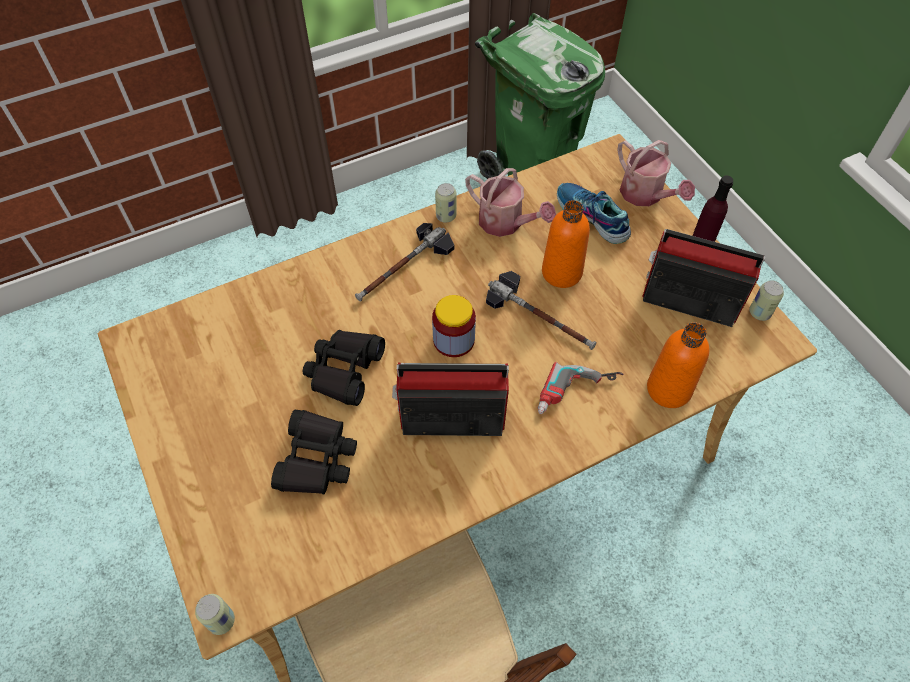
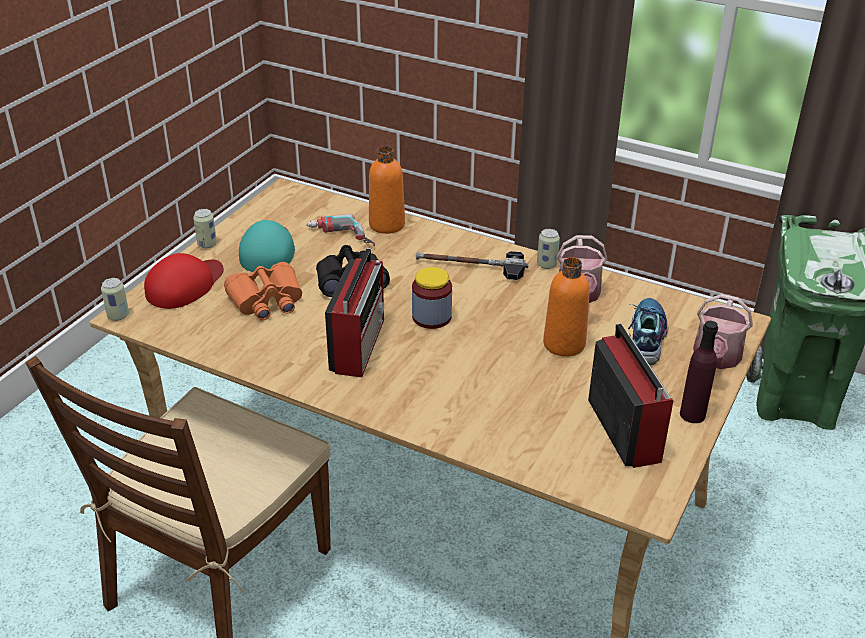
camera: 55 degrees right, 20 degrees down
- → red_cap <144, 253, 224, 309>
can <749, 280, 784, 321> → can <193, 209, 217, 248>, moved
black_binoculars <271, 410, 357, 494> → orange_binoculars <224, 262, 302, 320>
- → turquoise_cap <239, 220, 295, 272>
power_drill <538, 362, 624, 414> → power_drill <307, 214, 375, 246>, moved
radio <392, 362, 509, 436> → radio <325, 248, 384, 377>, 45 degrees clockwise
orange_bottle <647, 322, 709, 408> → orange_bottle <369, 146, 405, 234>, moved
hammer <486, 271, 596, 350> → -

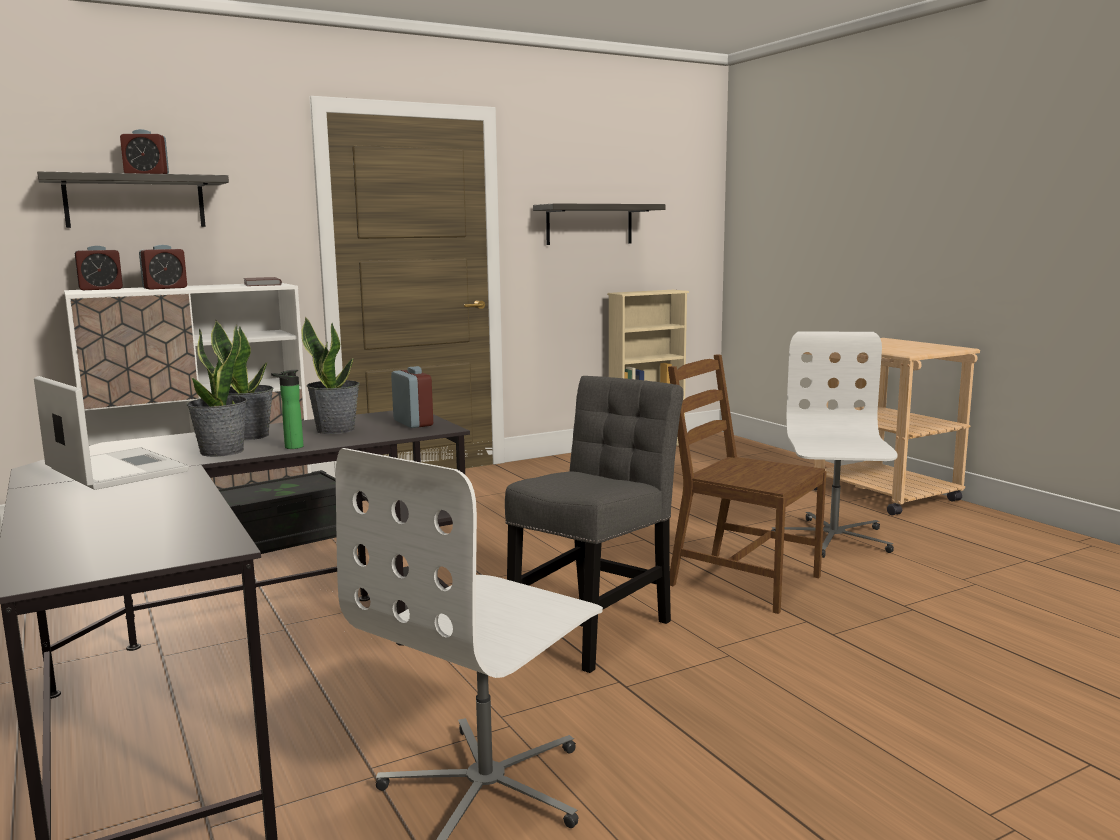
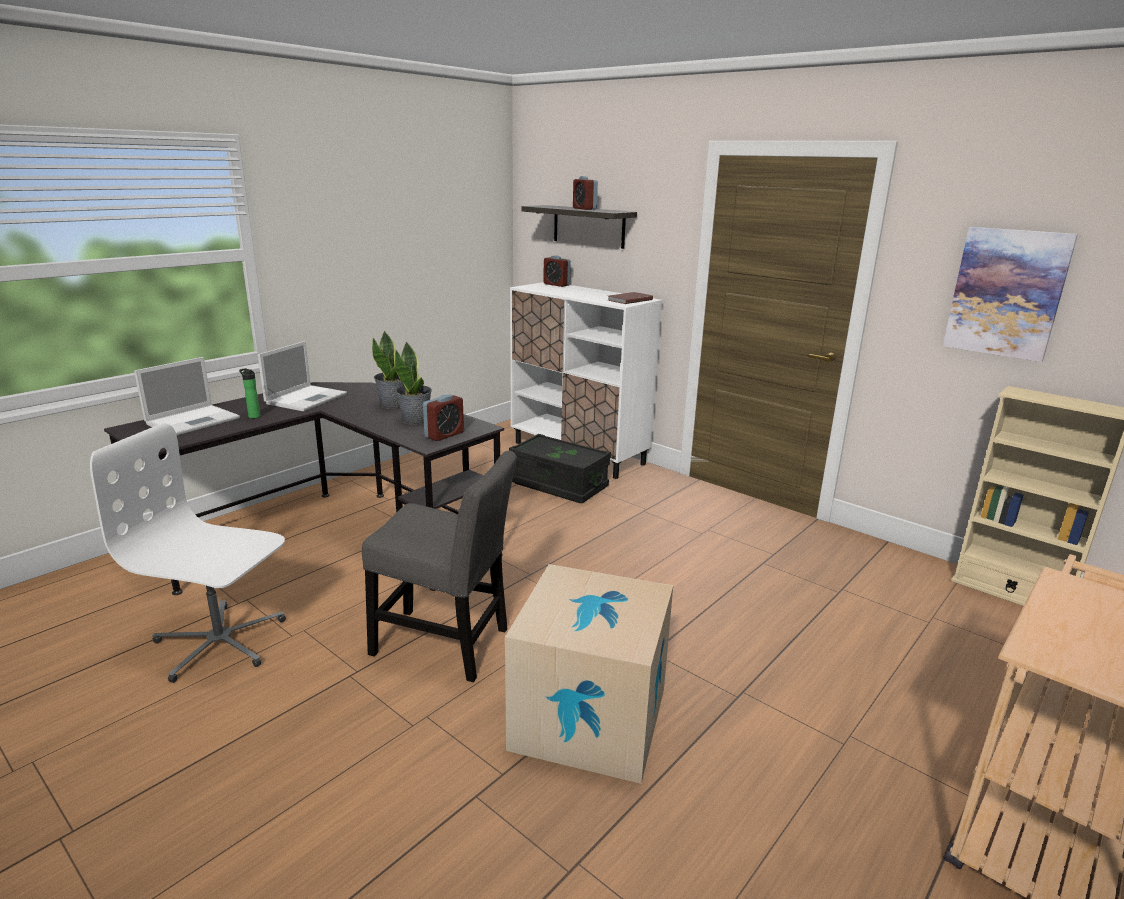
camera: 70 degrees right, 10 degrees up
- → laptop <134, 357, 240, 435>
bottle <271, 370, 303, 449> → bottle <239, 368, 261, 419>, moved
brown_chair <668, 354, 826, 614> → cardboard_box <505, 564, 673, 784>
shelf <533, 203, 665, 245> → picture <943, 227, 1078, 362>
alarm_clock <139, 245, 187, 290> → -
potted_plant <186, 325, 247, 457> → -
white_office_chair <771, 331, 898, 558> → -

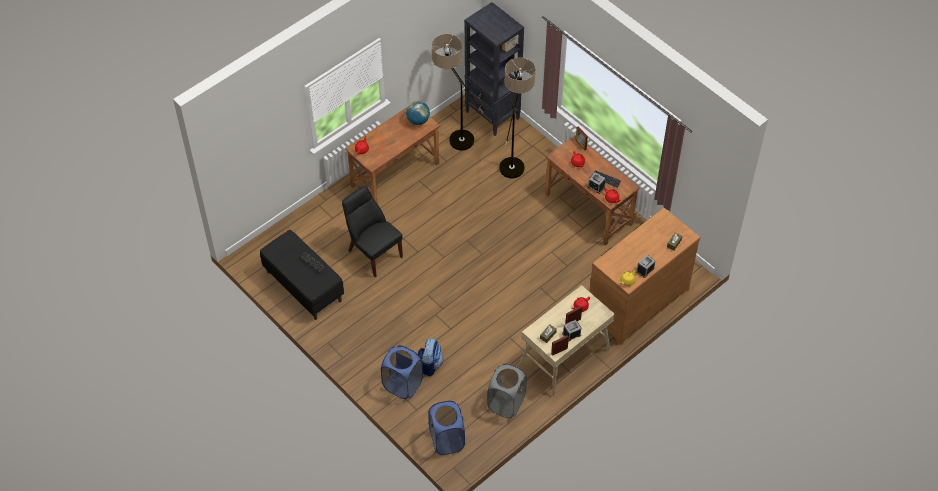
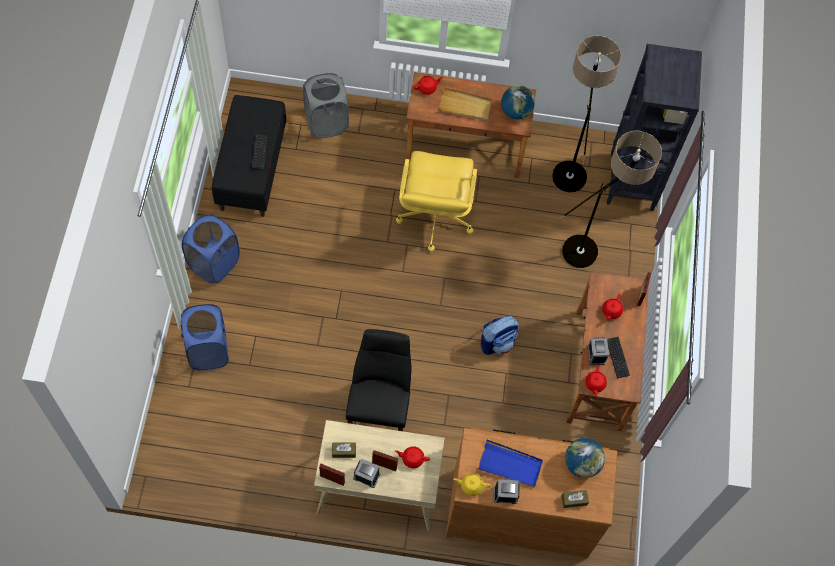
camera: 45 degrees right, 10 degrees up
blue_laundry_basket <428, 401, 465, 455> → blue_laundry_basket <182, 214, 240, 284>, moved
grey_laundry_basket <487, 363, 527, 419> → grey_laundry_basket <303, 73, 349, 139>, moved
black_chair <342, 186, 403, 277> → black_chair <346, 329, 411, 431>, moved
- → yellow_office_chair <396, 151, 477, 252>
- → beige_tray <438, 87, 492, 121>
- → blue_tray <478, 439, 543, 487>
backpack <418, 338, 443, 376> → backpack <480, 315, 519, 355>, moved
- → globe <565, 438, 605, 478>

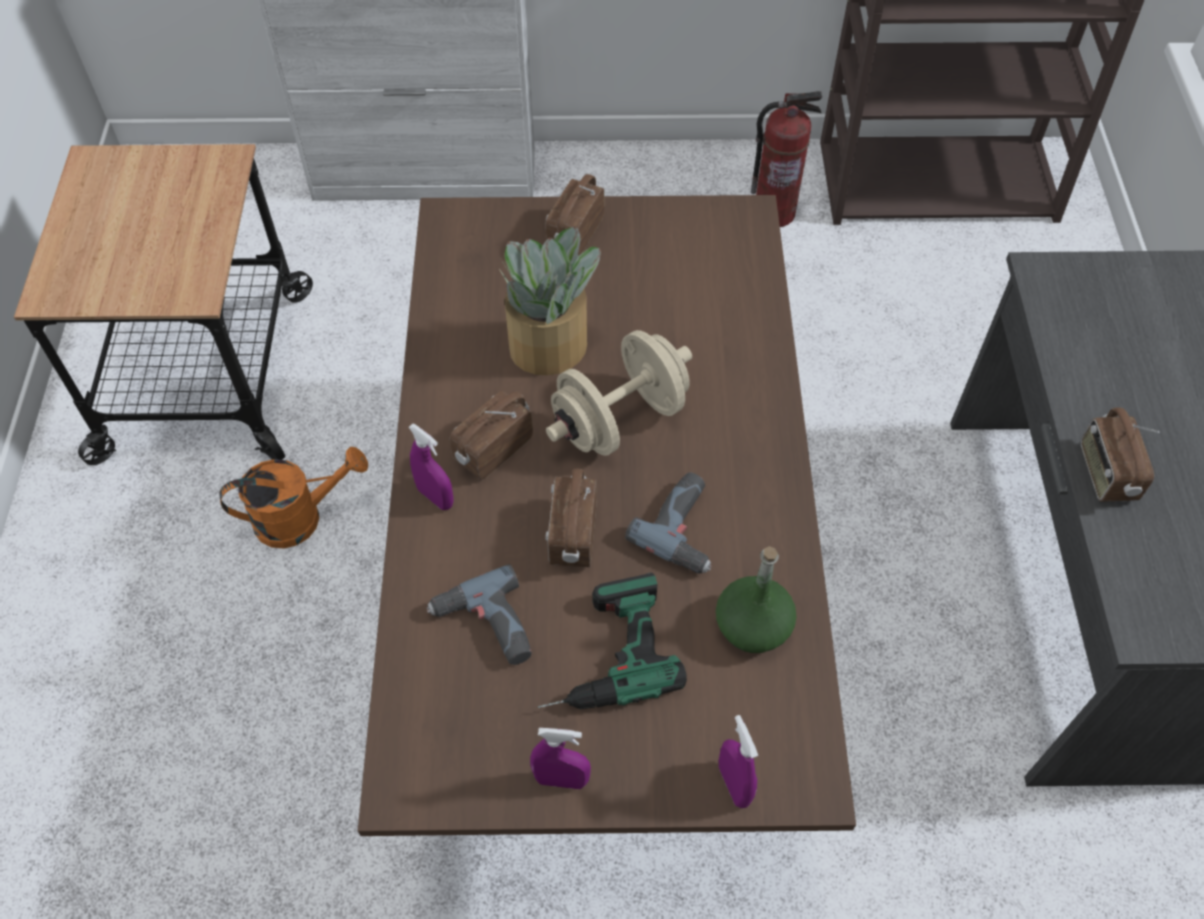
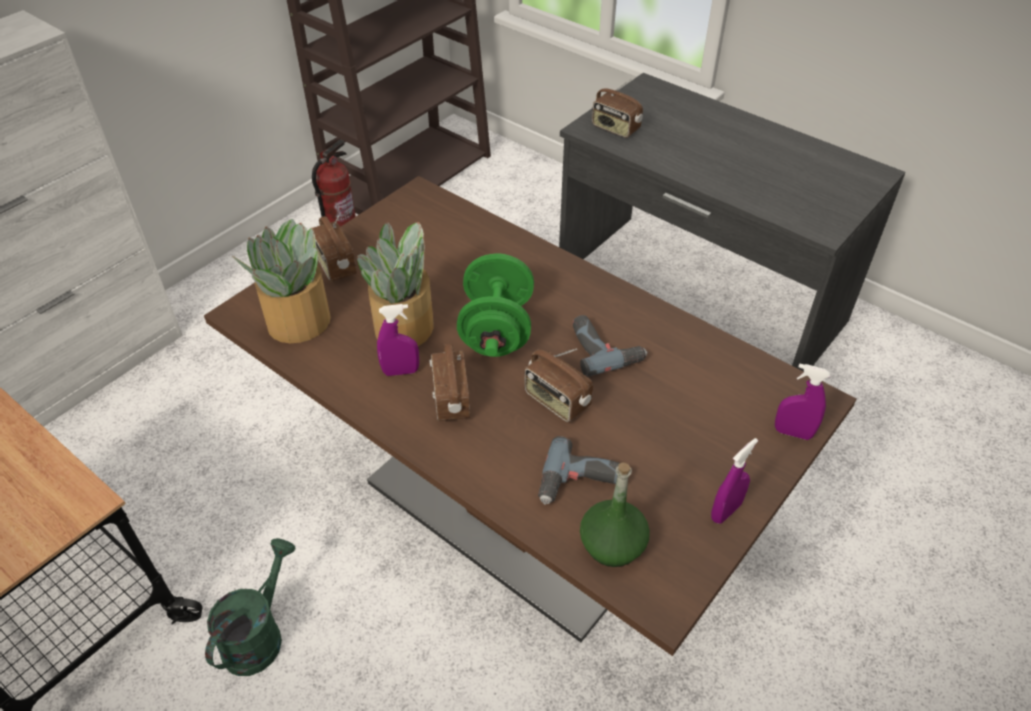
camera: 50 degrees left, 10 degrees down
orange_watering_can <219, 447, 368, 548> → green_watering_can <205, 538, 296, 676>
- → potted_plant <232, 219, 331, 343>
purple_spray_bottle <409, 424, 454, 510> → purple_spray_bottle <377, 304, 419, 376>, moved
beige_dumbbell <546, 330, 692, 456> → green_dumbbell <457, 253, 534, 357>
green_bottle <716, 546, 797, 653> → green_bottle <580, 462, 650, 567>, moved
radio <1081, 407, 1159, 502> → radio <592, 78, 643, 138>, moved
power_drill <538, 572, 687, 709> → -

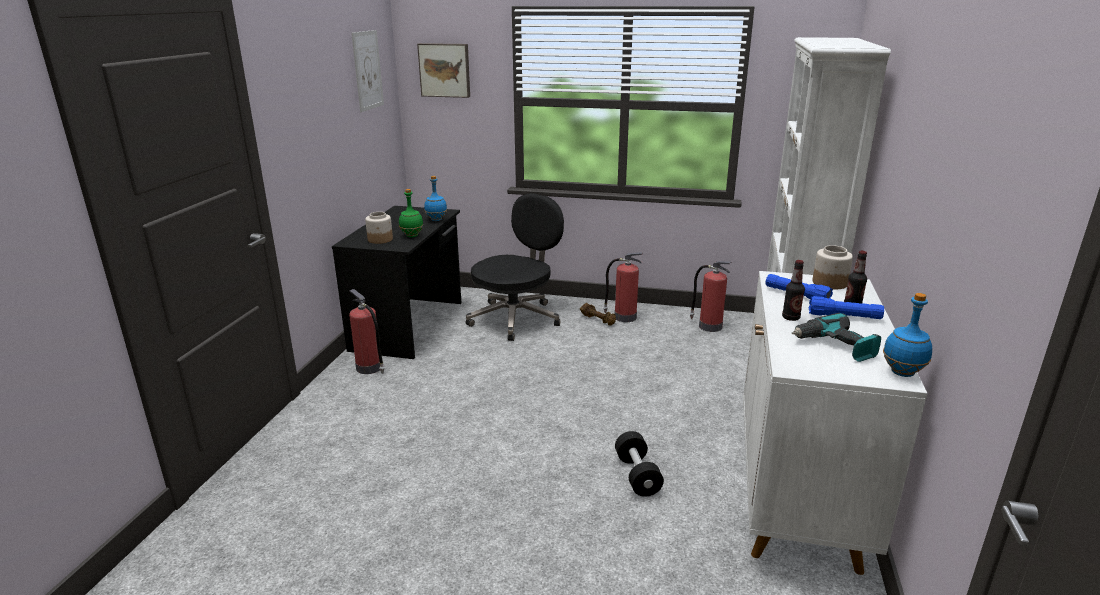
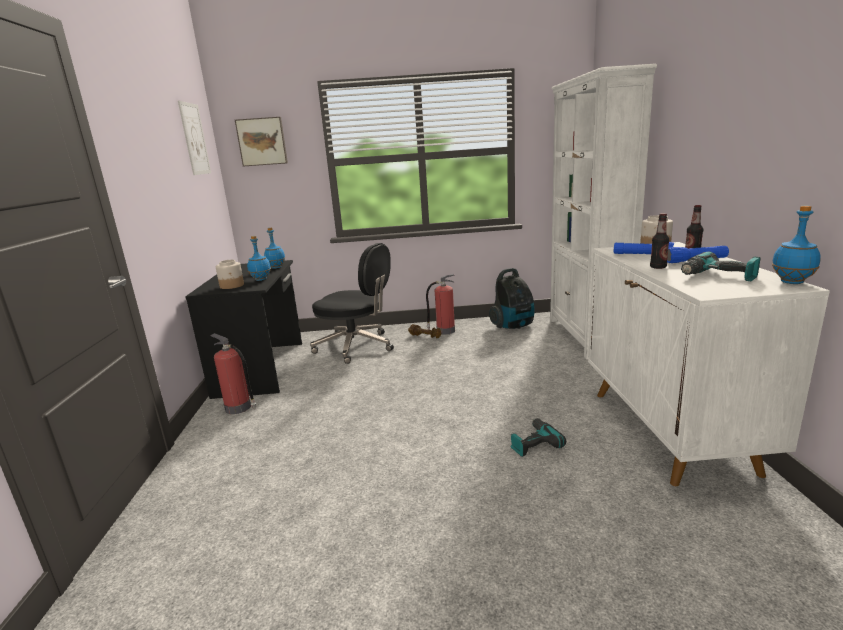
camera: 15 degrees left, 5 degrees down
green_bottle <399, 189, 423, 237> → blue_bottle <247, 236, 271, 281>
black_office_chair <466, 193, 564, 341> → black_office_chair <310, 243, 394, 364>, 90 degrees clockwise
fire_extinguisher <690, 261, 732, 332> → vacuum_cleaner <489, 268, 535, 329>
black_dumbbell <615, 431, 664, 497> → power_drill <511, 418, 566, 457>

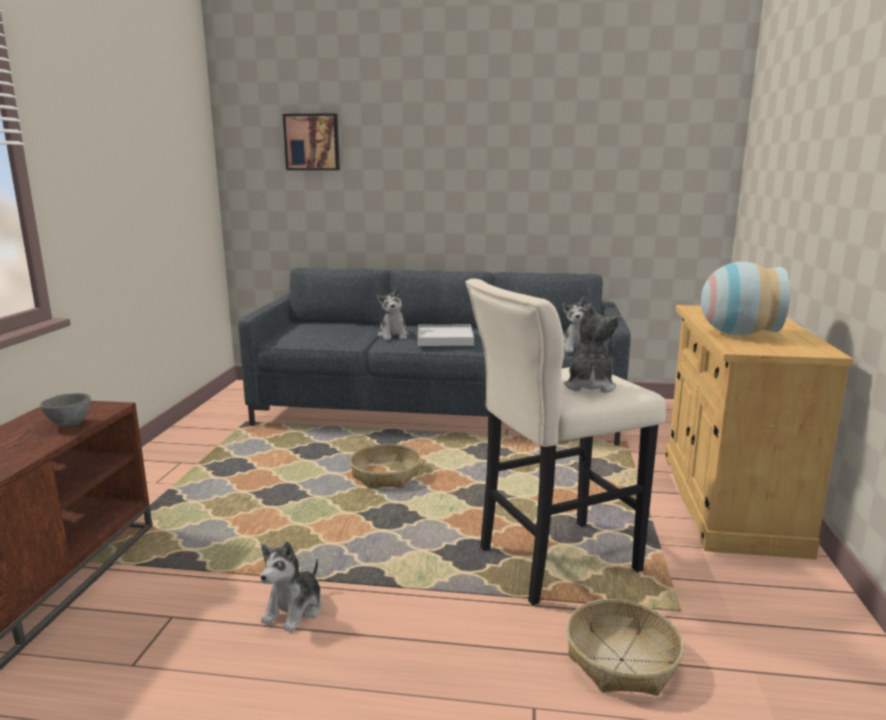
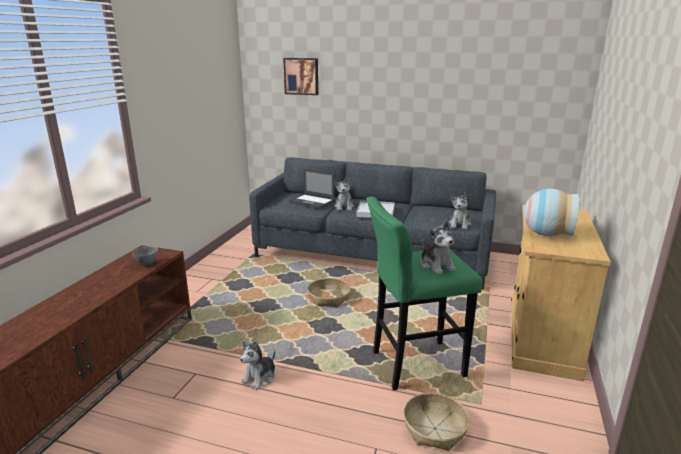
camera: 10 degrees right, 5 degrees up
- → laptop <289, 168, 335, 209>
beige_stool <465, 279, 666, 605> → green_stool <366, 197, 482, 390>
plush_toy <564, 303, 621, 393> → plush_toy <420, 221, 456, 275>, 135 degrees clockwise

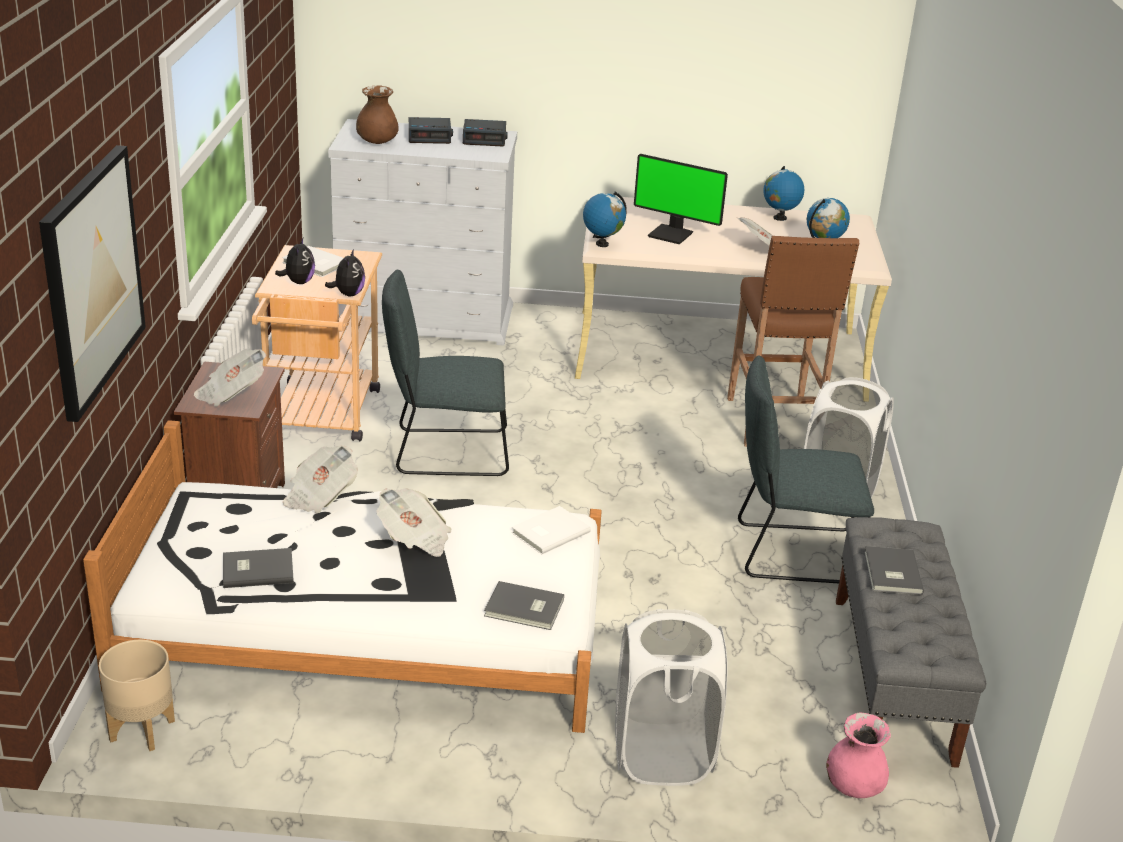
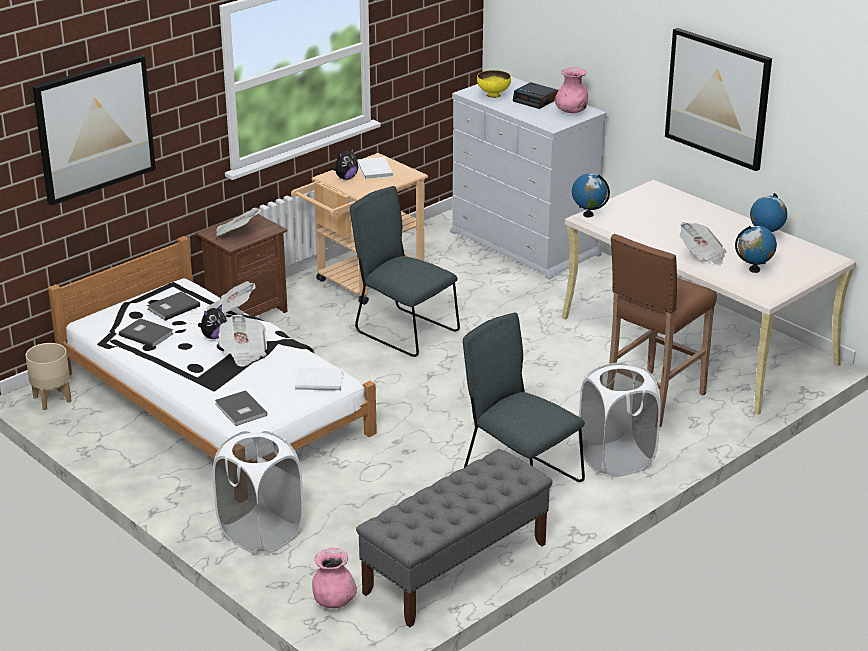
camera: 45 degrees right, 0 degrees up
grey_book <864, 546, 924, 595> → grey_book <147, 291, 200, 321>, moved
plush_toy <325, 249, 365, 296> → plush_toy <198, 304, 227, 339>, moved
brown_vase <356, 86, 399, 144> → yellow_bowl <477, 70, 511, 98>
alarm_clock <463, 119, 508, 146> → pink_vase <554, 67, 588, 114>
- → picture <665, 28, 772, 171>
monitor <634, 154, 728, 245> → -

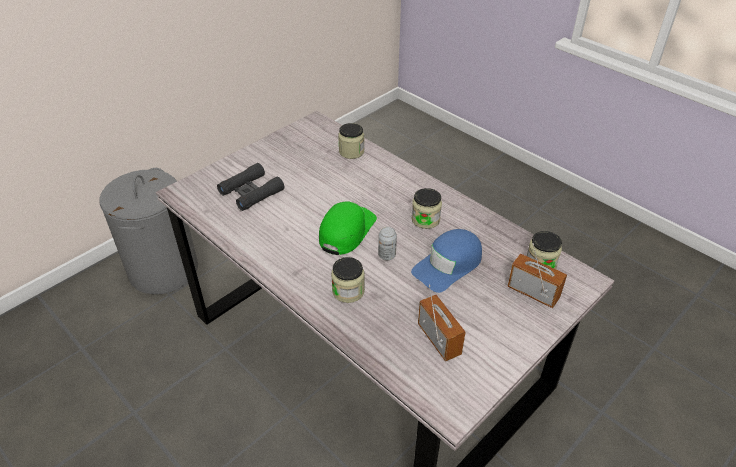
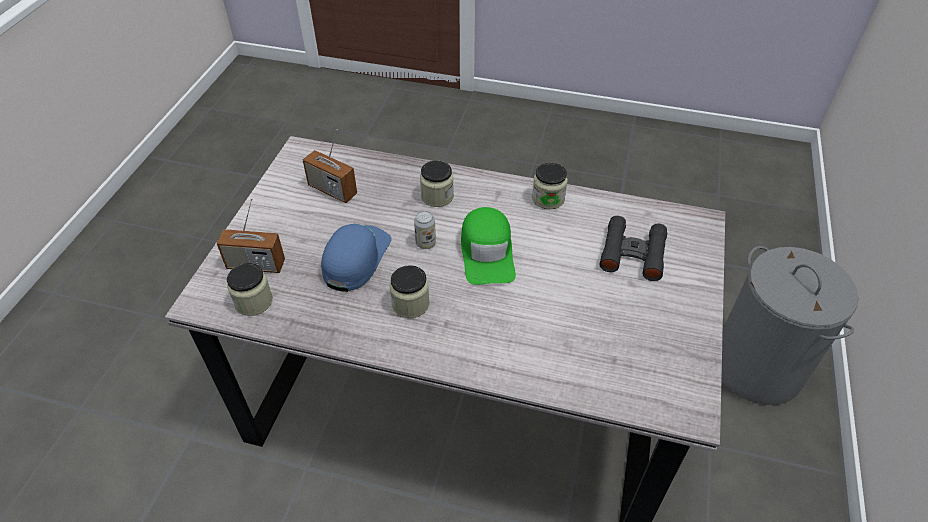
camera: 150 degrees right, 5 degrees up
jar <338, 123, 364, 159> → jar <532, 163, 568, 209>, moved

